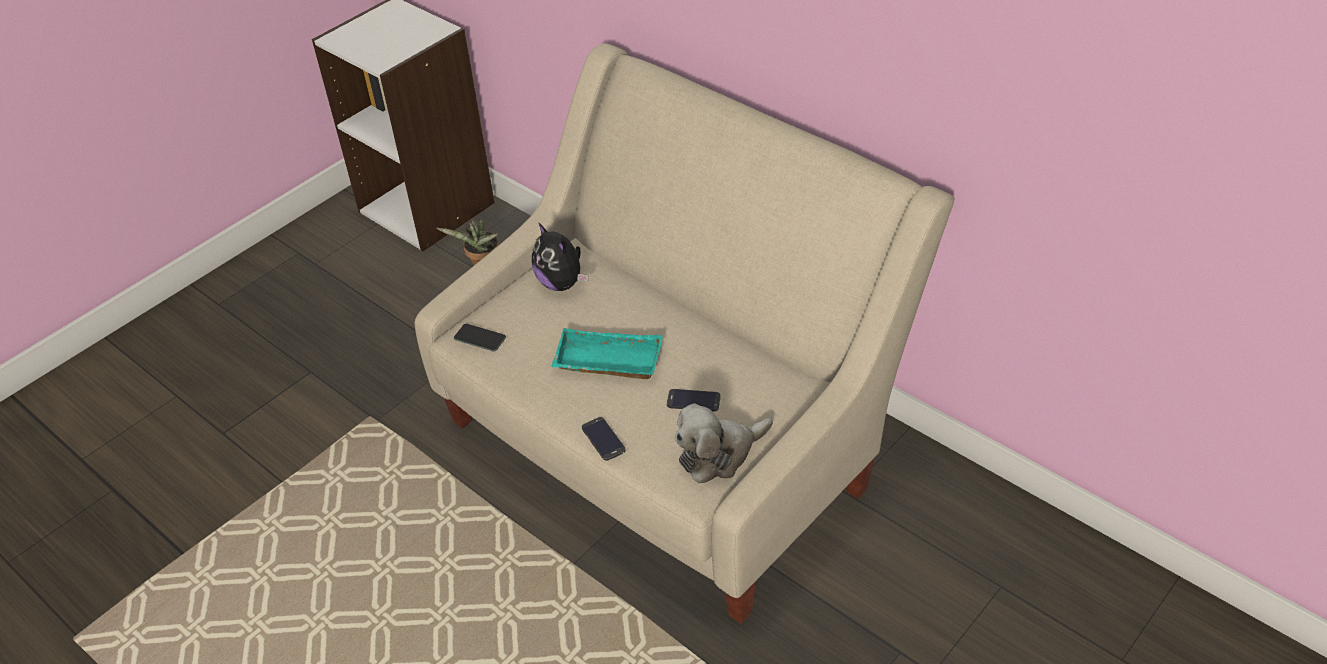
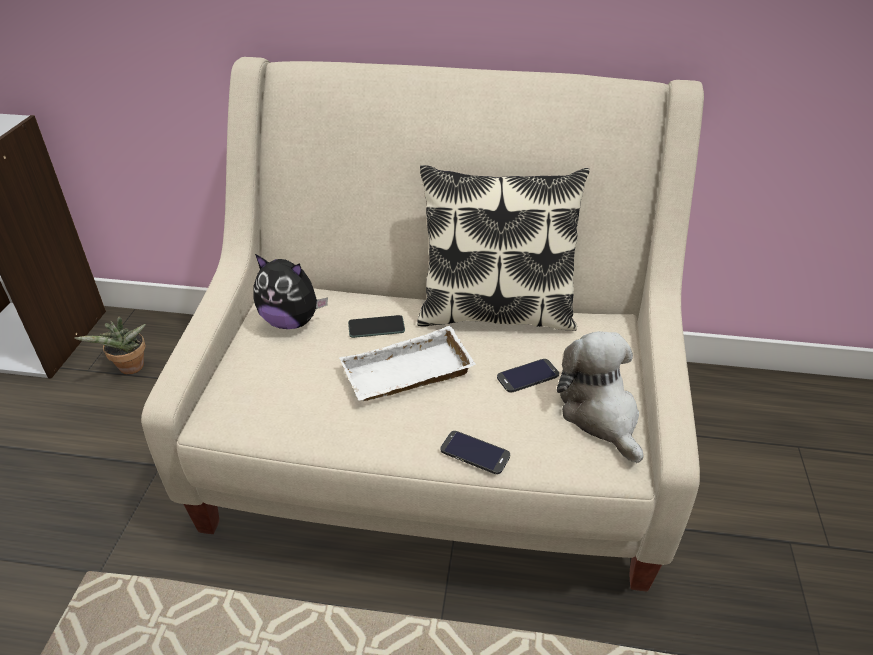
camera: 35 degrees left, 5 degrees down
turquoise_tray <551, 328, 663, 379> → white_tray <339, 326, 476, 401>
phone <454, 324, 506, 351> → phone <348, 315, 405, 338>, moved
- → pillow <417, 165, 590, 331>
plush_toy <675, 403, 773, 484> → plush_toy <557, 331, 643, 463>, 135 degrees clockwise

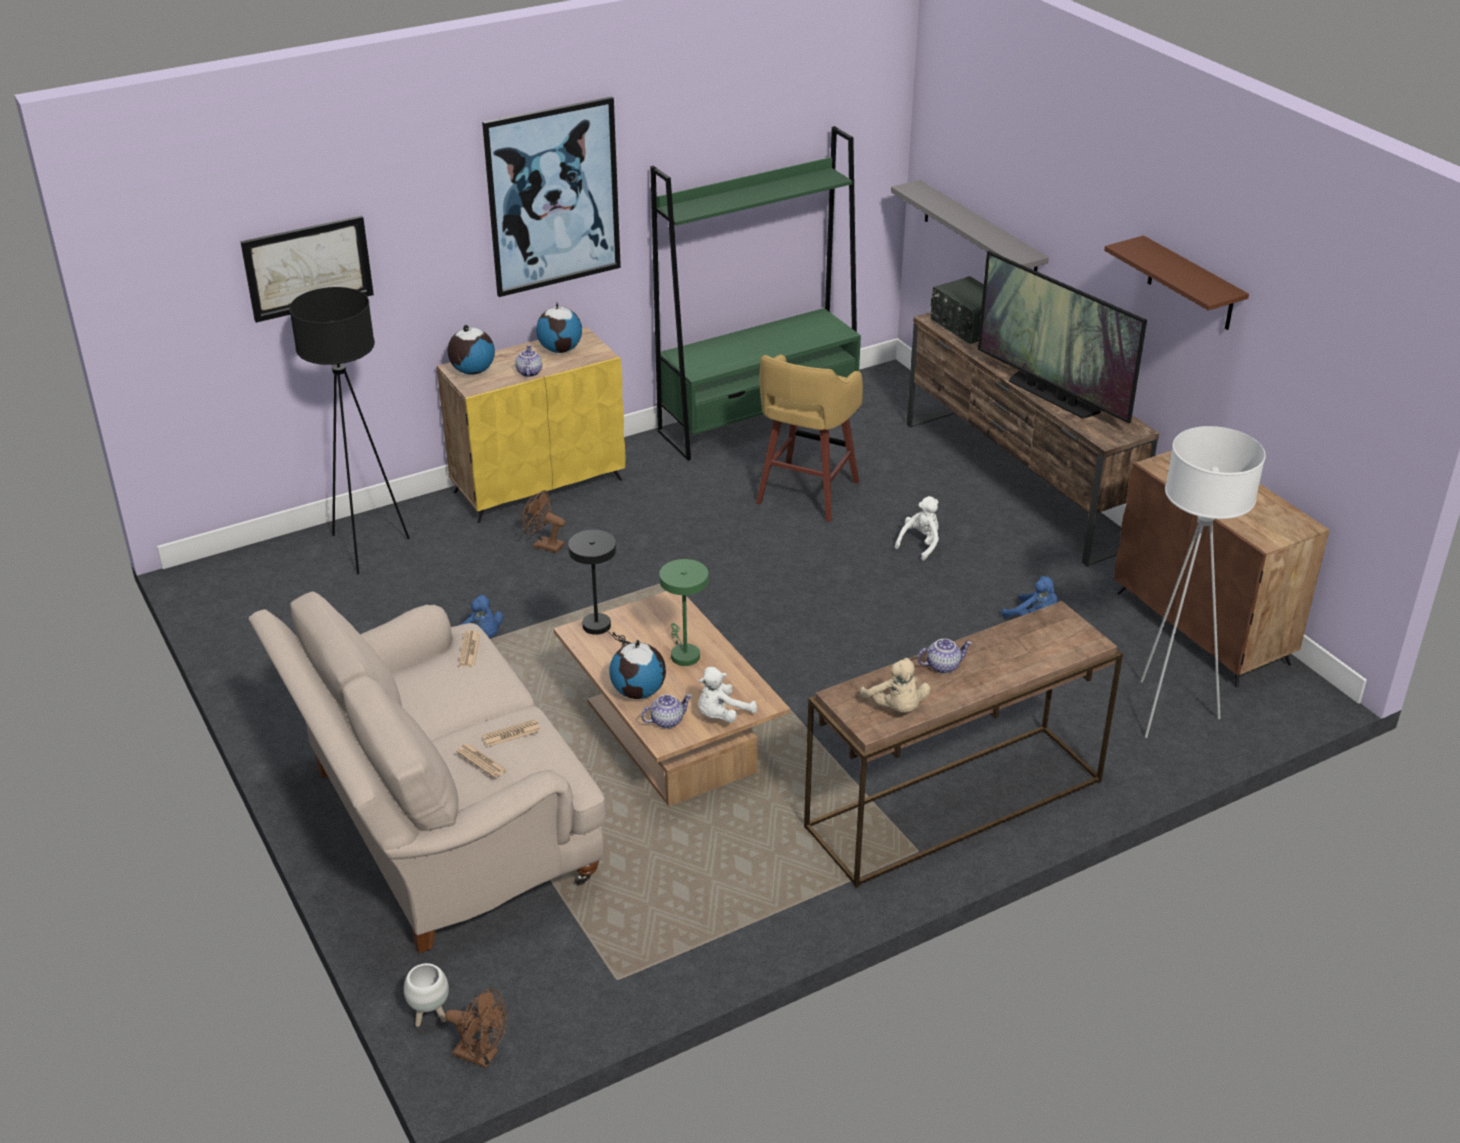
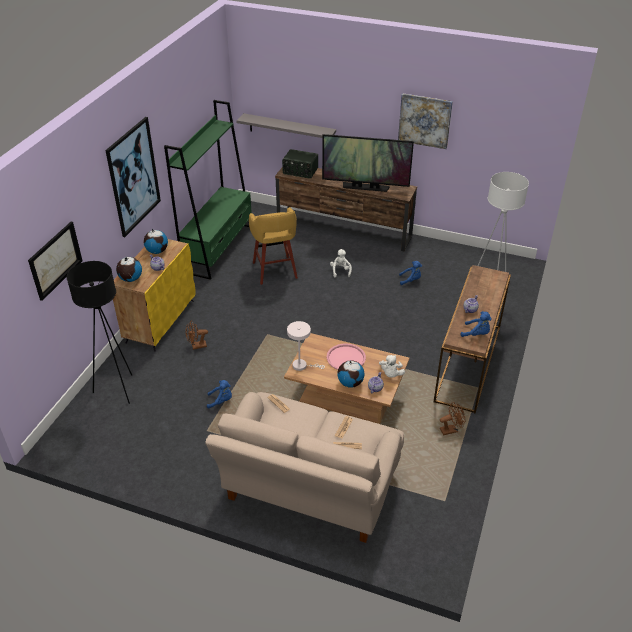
camera: 40 degrees left, 5 degrees up
black_table_lamp <568, 530, 630, 647> → white_table_lamp <287, 321, 325, 371>
green_table_lamp <659, 559, 709, 666> → pink_tray <327, 344, 366, 370>
brown_shelf <1104, 235, 1249, 330> → picture <398, 93, 453, 149>
brown_fan <445, 989, 507, 1068> → brown_fan <440, 402, 465, 435>, moved
beige_plush_toy <860, 658, 931, 713> → blue_plush_toy <460, 311, 492, 337>
white_planter <404, 963, 449, 1027> → -
brown_cabinet <1114, 450, 1329, 688> → -

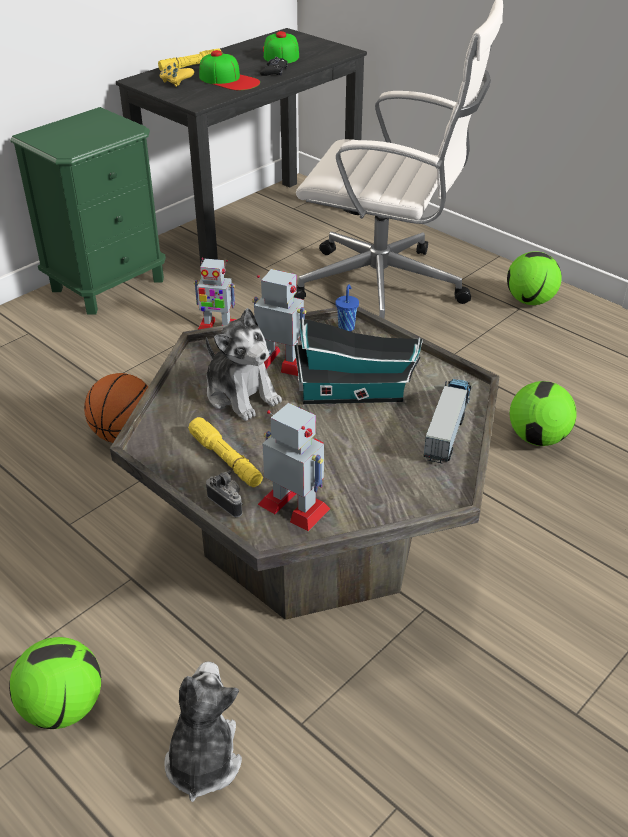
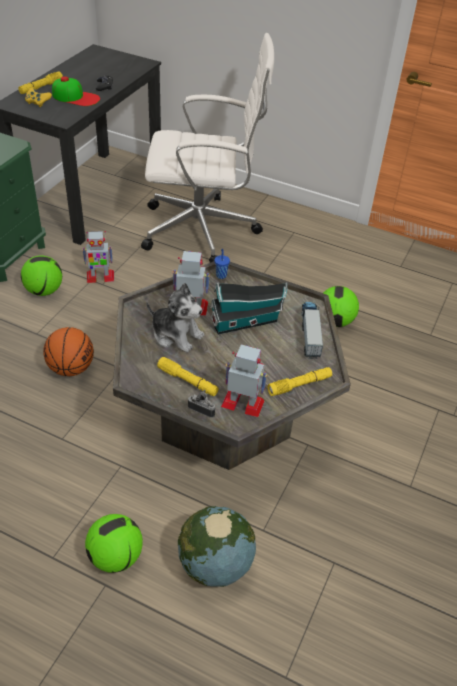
camera: 20 degrees left, 5 degrees up
football <507, 251, 562, 305> → football <21, 255, 62, 296>, moved
plush_toy <164, 661, 242, 802> → globe <178, 506, 256, 587>
- → yellow_flashlight <268, 367, 332, 396>
cap <263, 31, 299, 63> → -

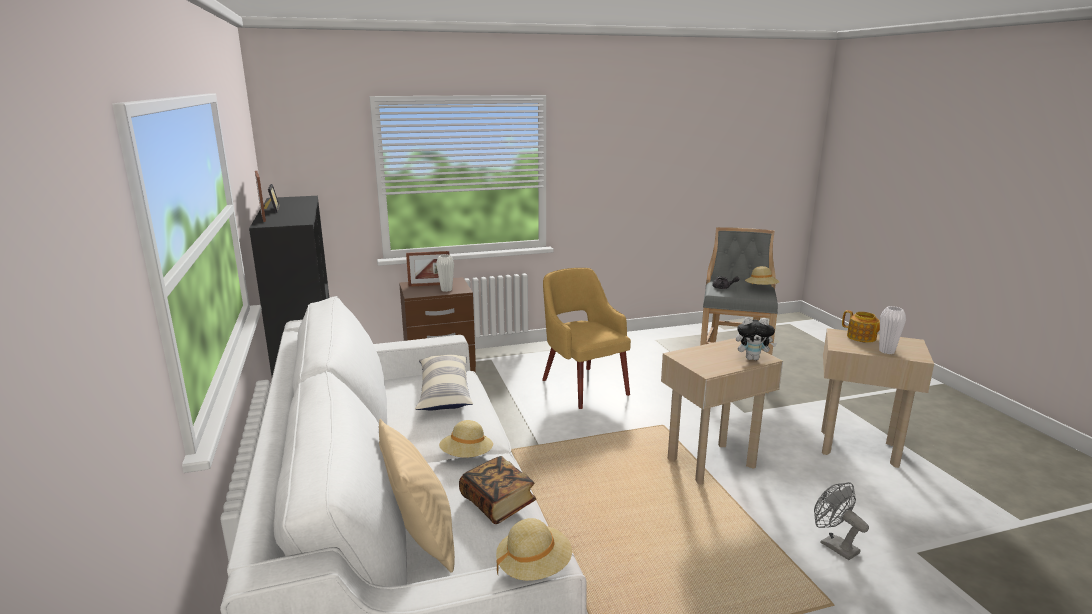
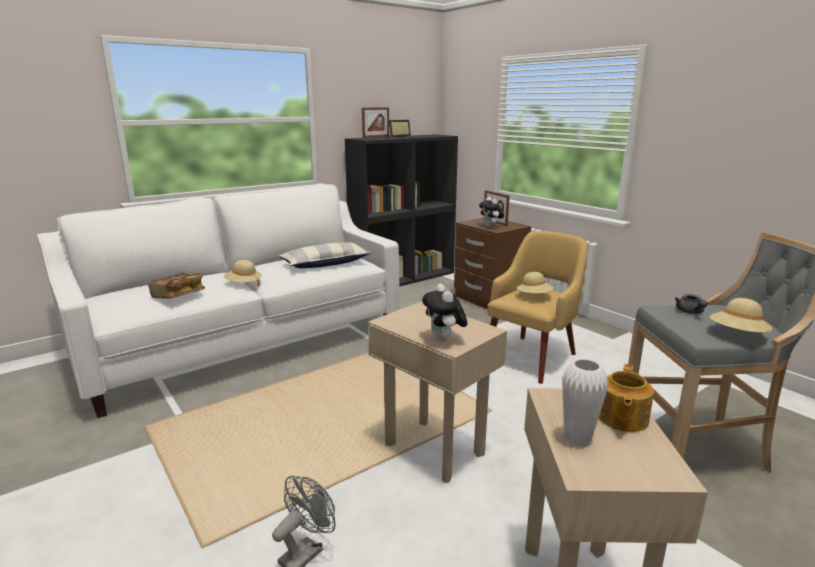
camera: 70 degrees right, 0 degrees up
white_vase <436, 255, 454, 292> → plush_toy <479, 197, 504, 228>
beige_hat <496, 518, 572, 581> → beige_hat <517, 272, 554, 293>, moved
beige_pillow <379, 419, 455, 573> → -

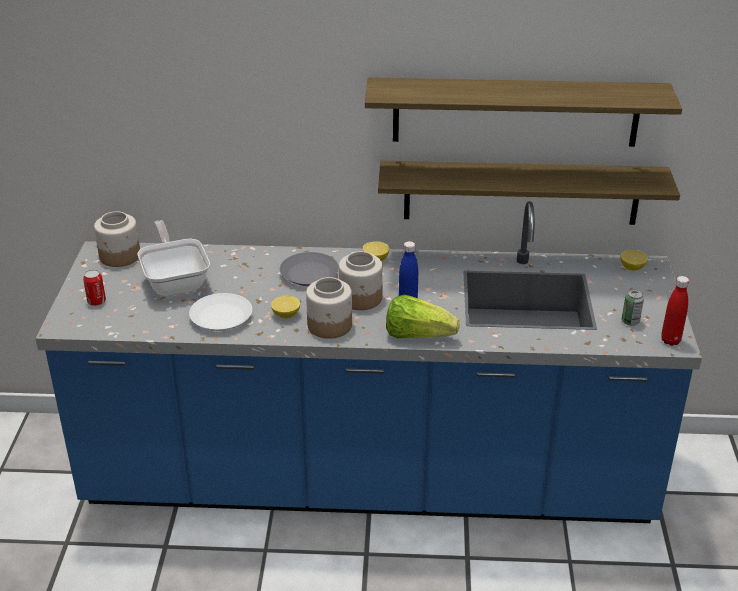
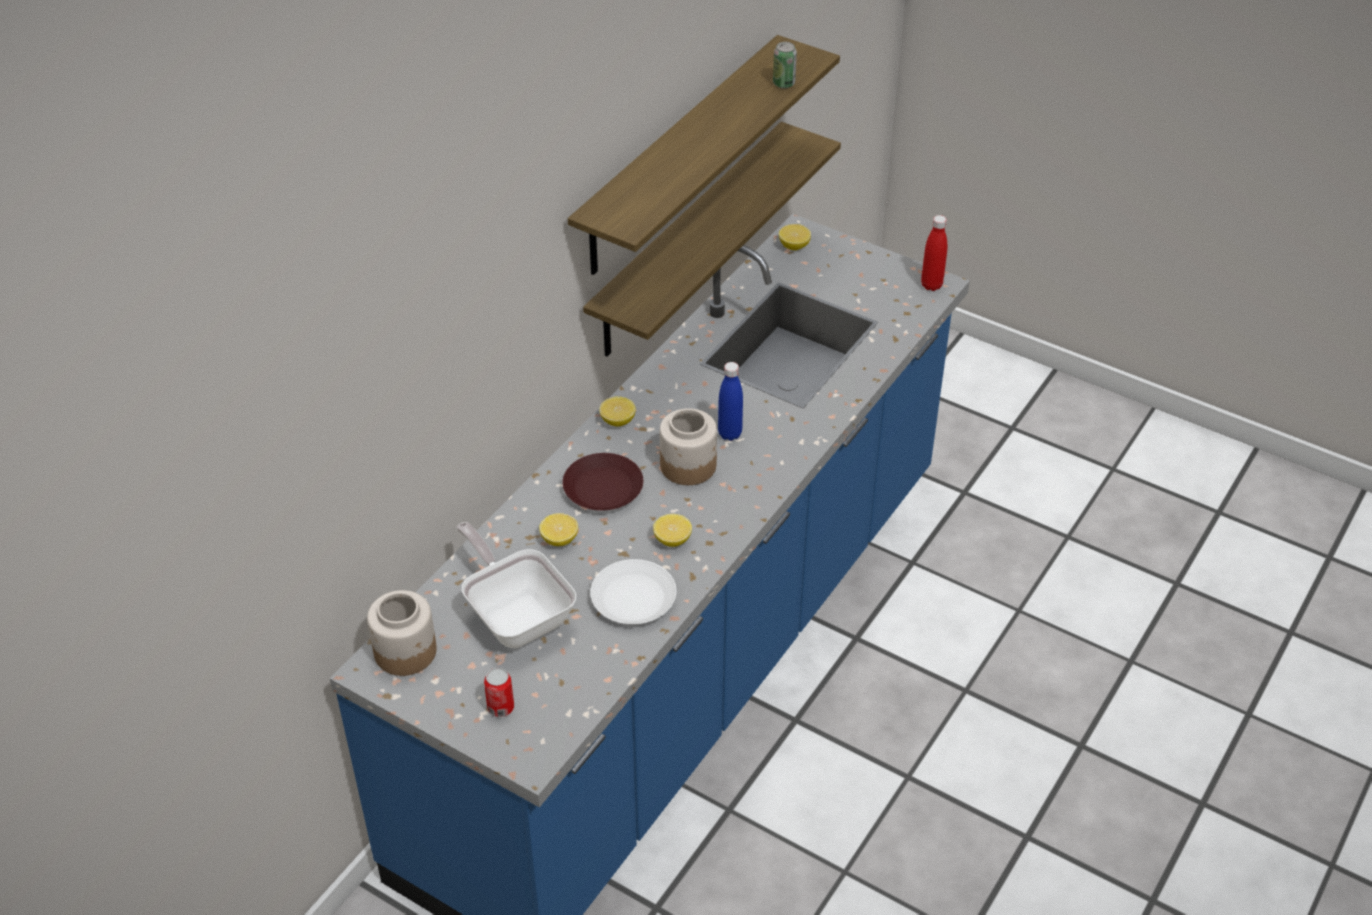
camera: 60 degrees left, 10 degrees up
frying_pan <138, 220, 210, 296> → frying_pan <456, 522, 576, 648>, 45 degrees clockwise
- → lemon <539, 513, 578, 546>
grey_plate <280, 252, 339, 286> → brown_plate <562, 453, 643, 511>
can <622, 289, 644, 326> → can <773, 42, 797, 88>, moved
jar <306, 277, 352, 339> → -
lettuce <386, 295, 460, 338> → -

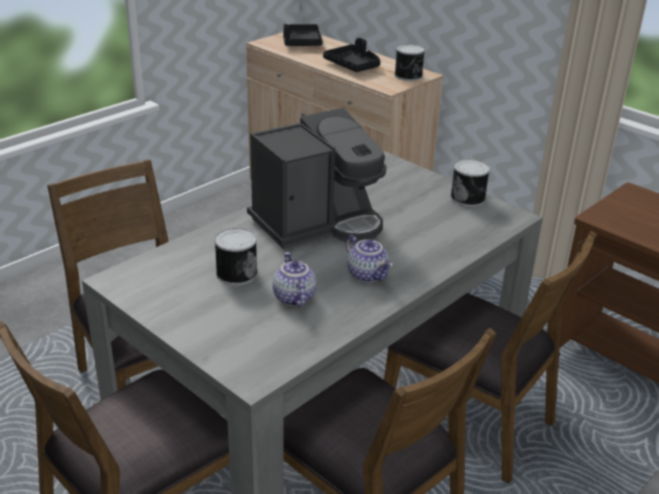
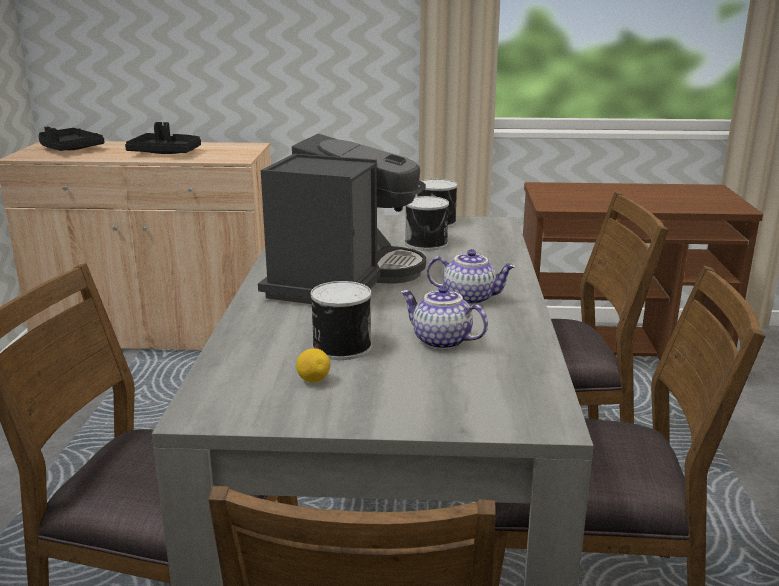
camera: 40 degrees left, 10 degrees down
- → lemon <296, 348, 330, 383>
can <394, 44, 425, 81> → can <405, 196, 449, 251>, moved

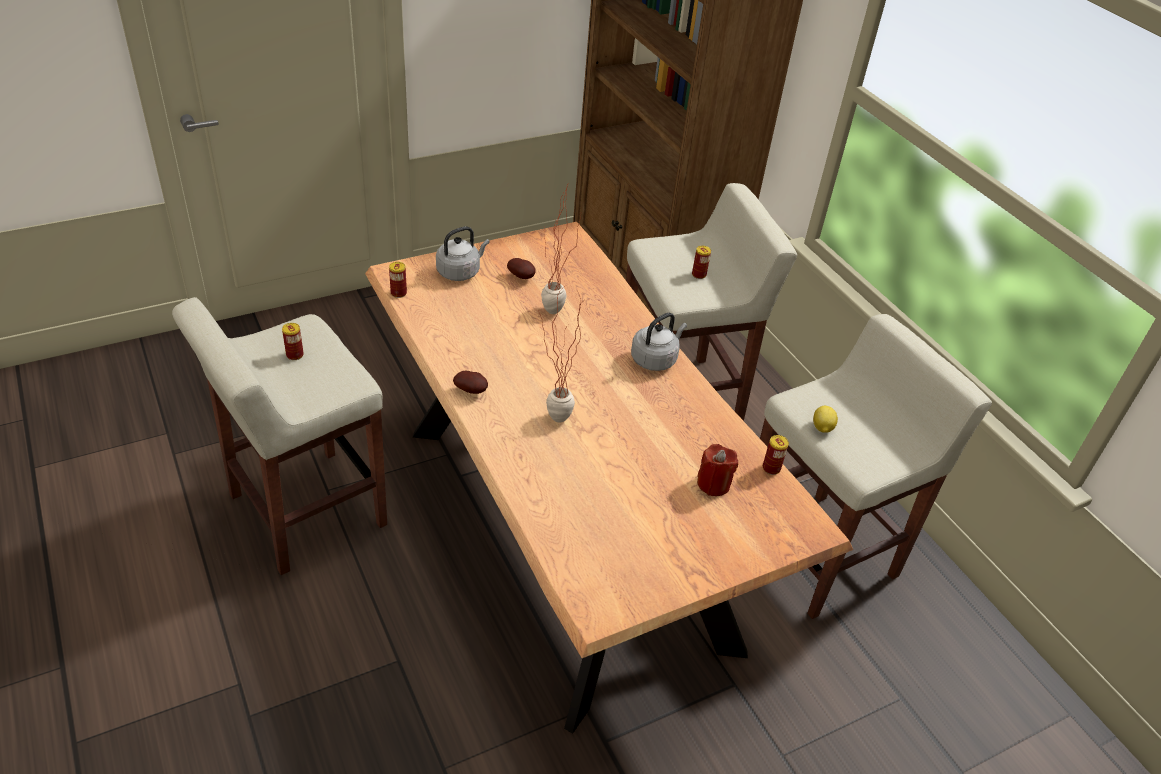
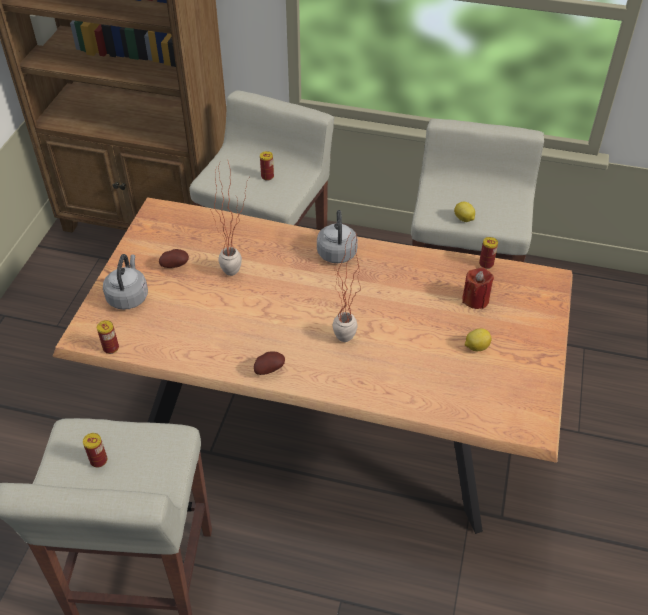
camera: 45 degrees left, 5 degrees up
- → lemon <465, 328, 491, 351>

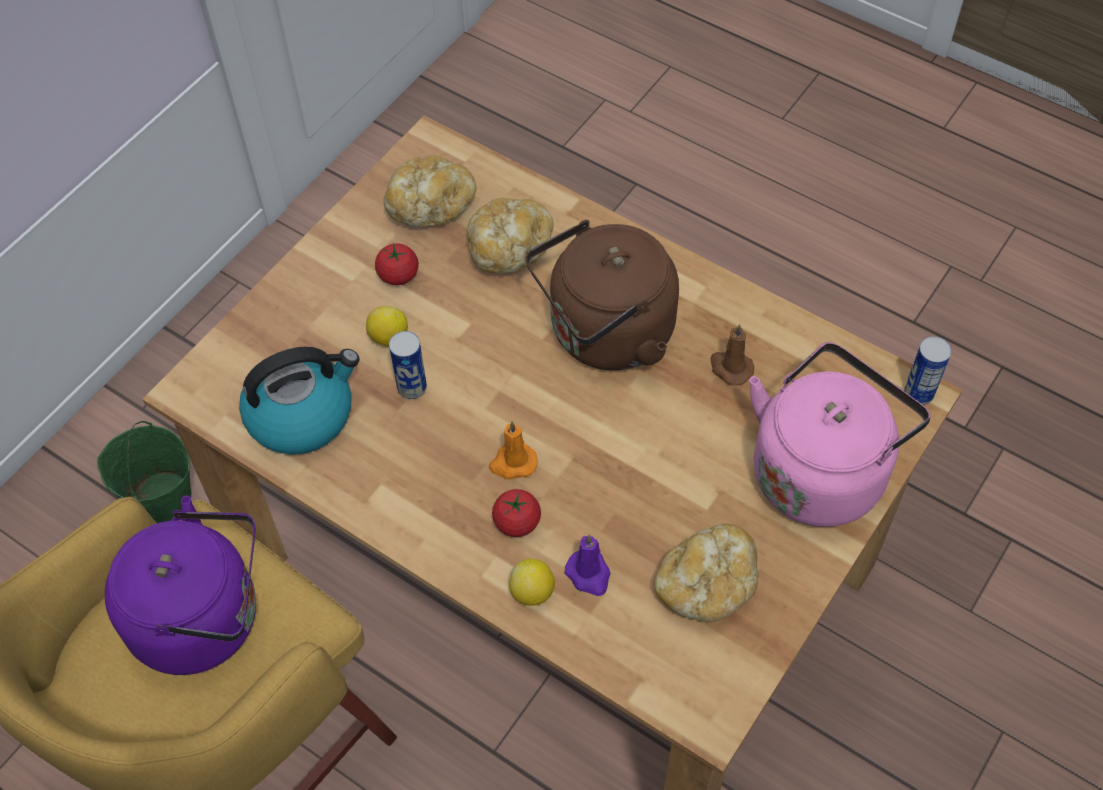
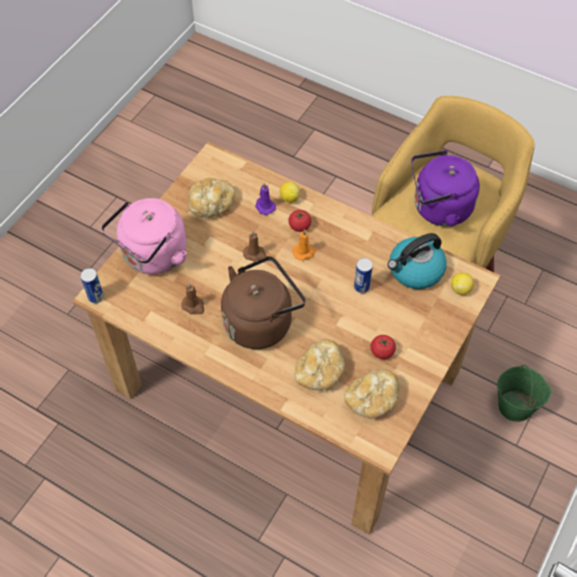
camera: 175 degrees right, 0 degrees up
- → brown_candle <243, 231, 267, 262>
lemon <366, 306, 408, 347> → lemon <451, 273, 474, 295>, moved

